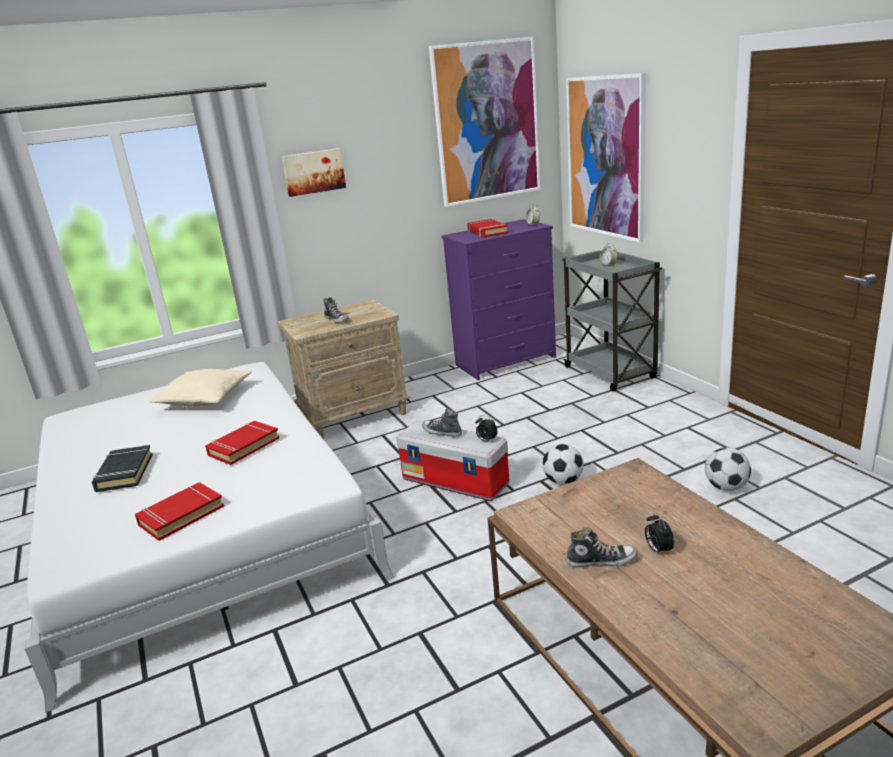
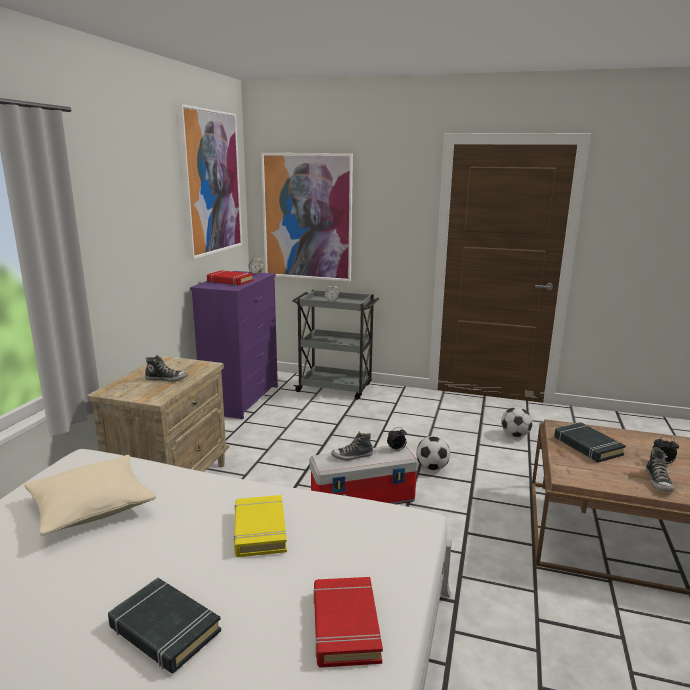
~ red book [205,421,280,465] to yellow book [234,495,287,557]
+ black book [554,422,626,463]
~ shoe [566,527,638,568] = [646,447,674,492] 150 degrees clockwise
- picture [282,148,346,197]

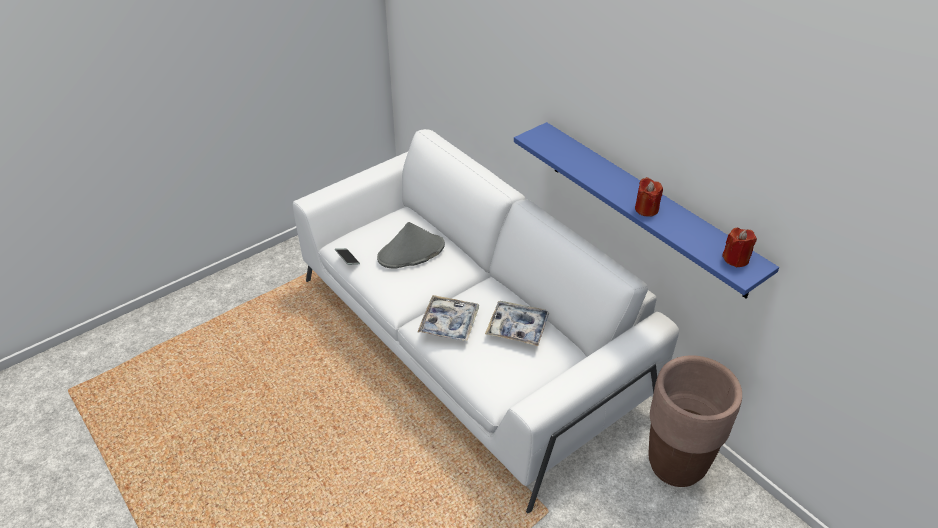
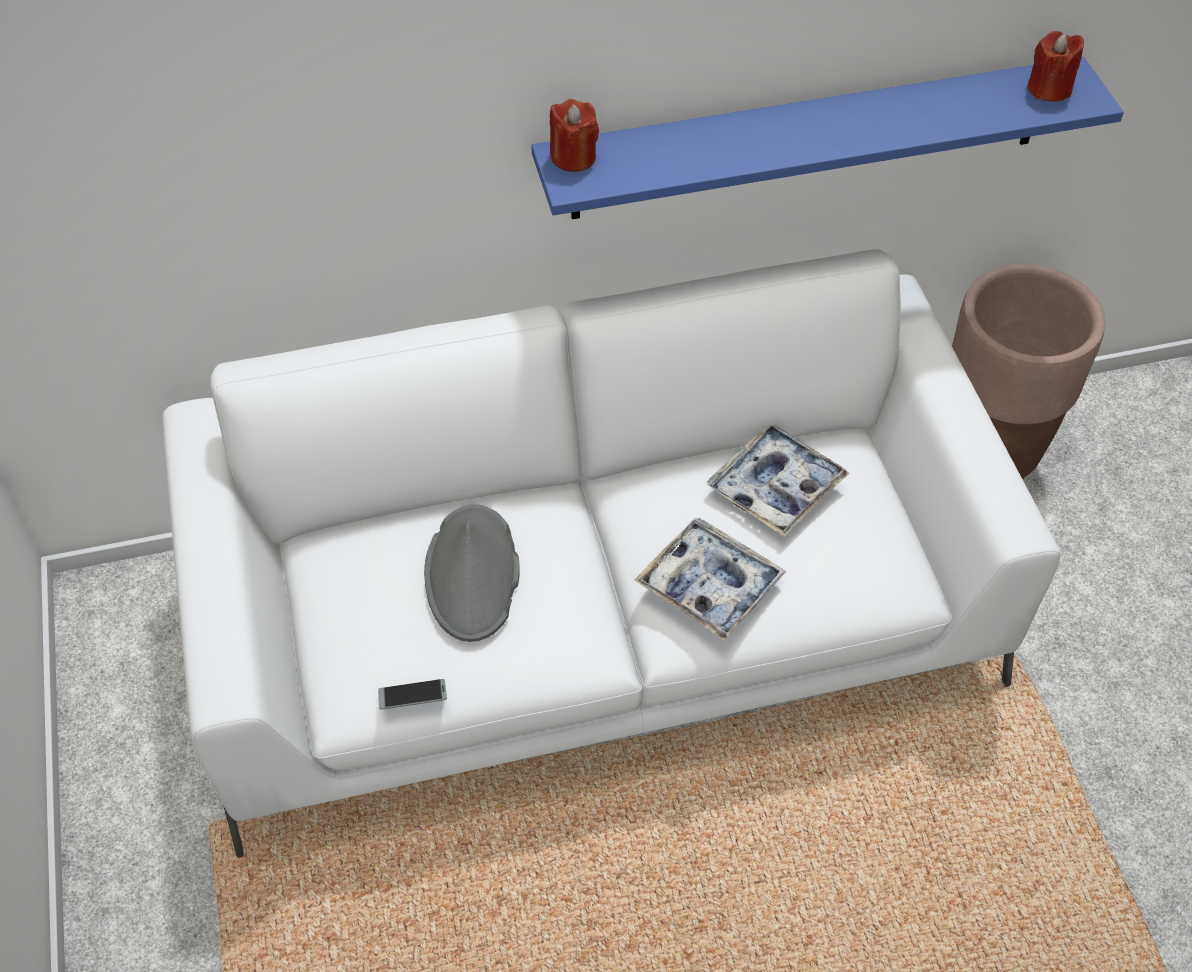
~ red candle [635,177,663,217] to [550,99,599,172]

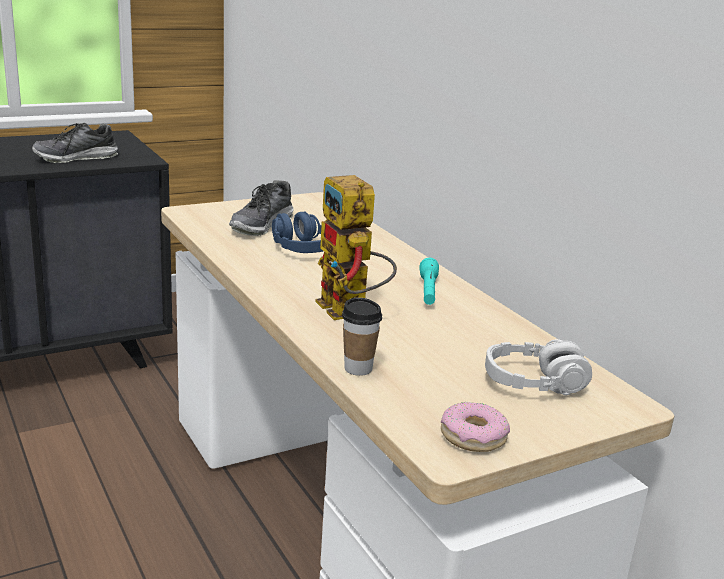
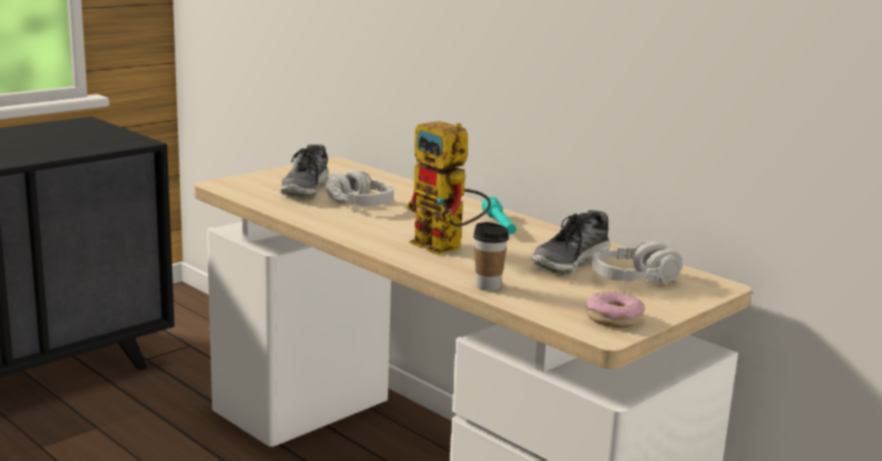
~ blue headphones [272,211,323,253] to grey headphones [326,169,394,206]
~ shoe [32,123,118,163] to [531,210,611,275]

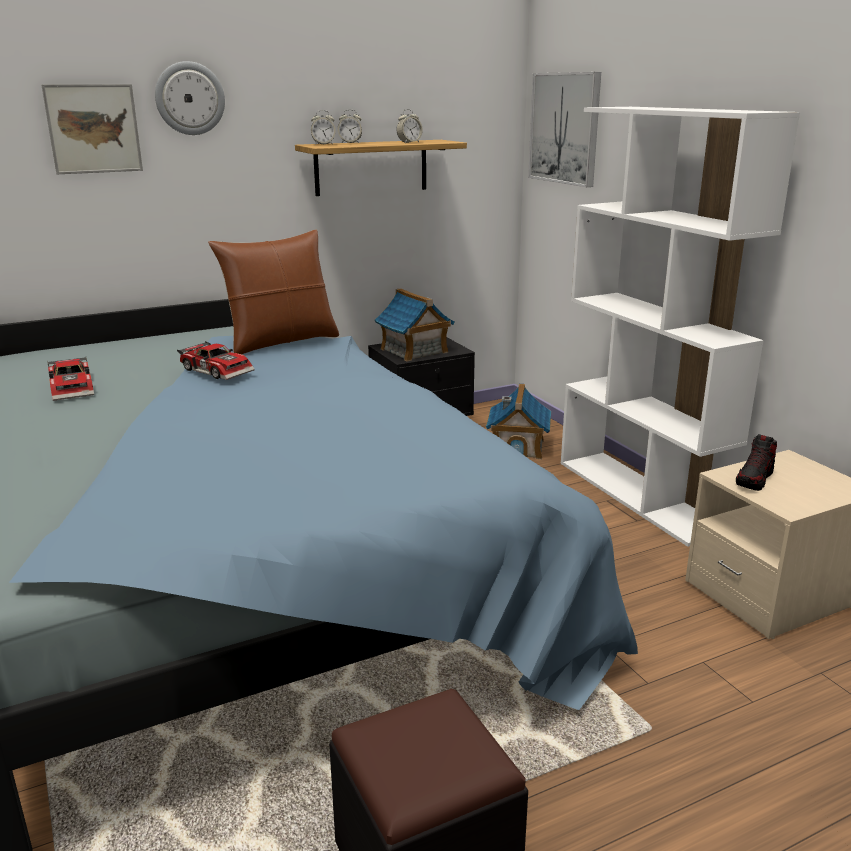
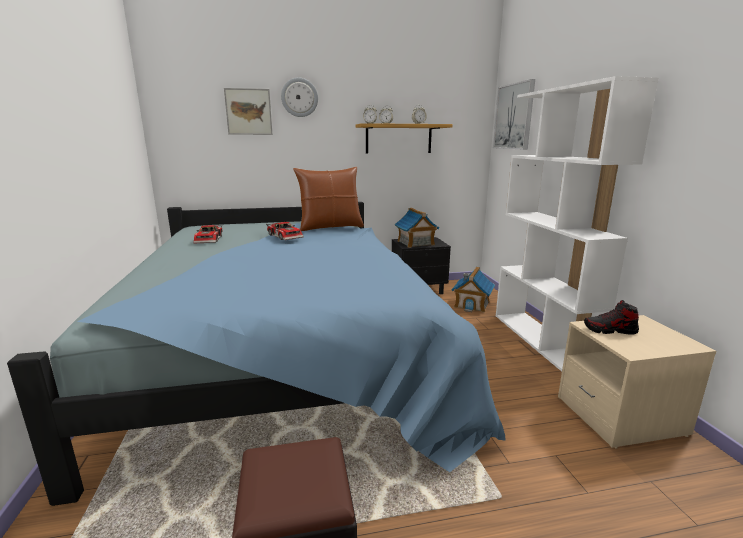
~ shoe [736,434,777,491] = [584,300,639,334] 45 degrees clockwise

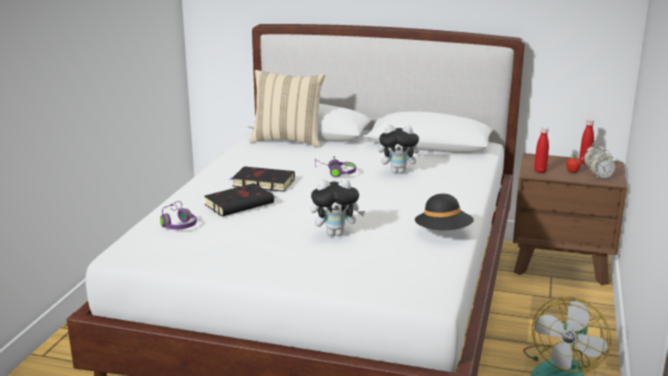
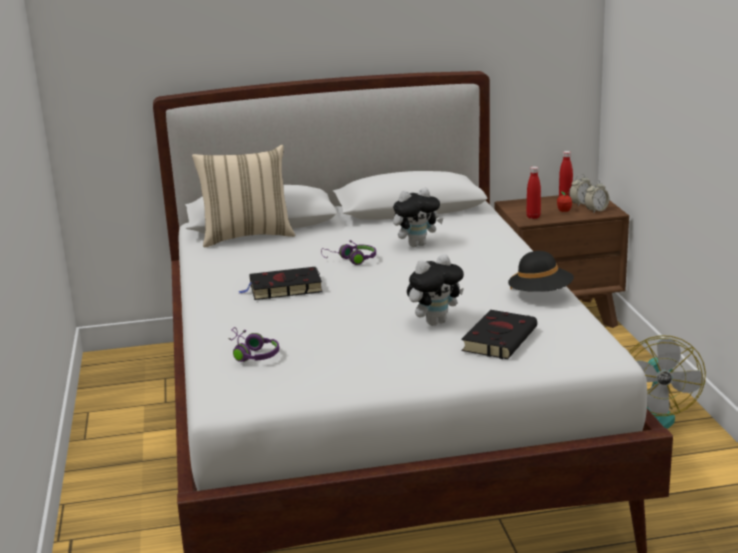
~ black book [204,183,275,217] to [461,310,537,359]

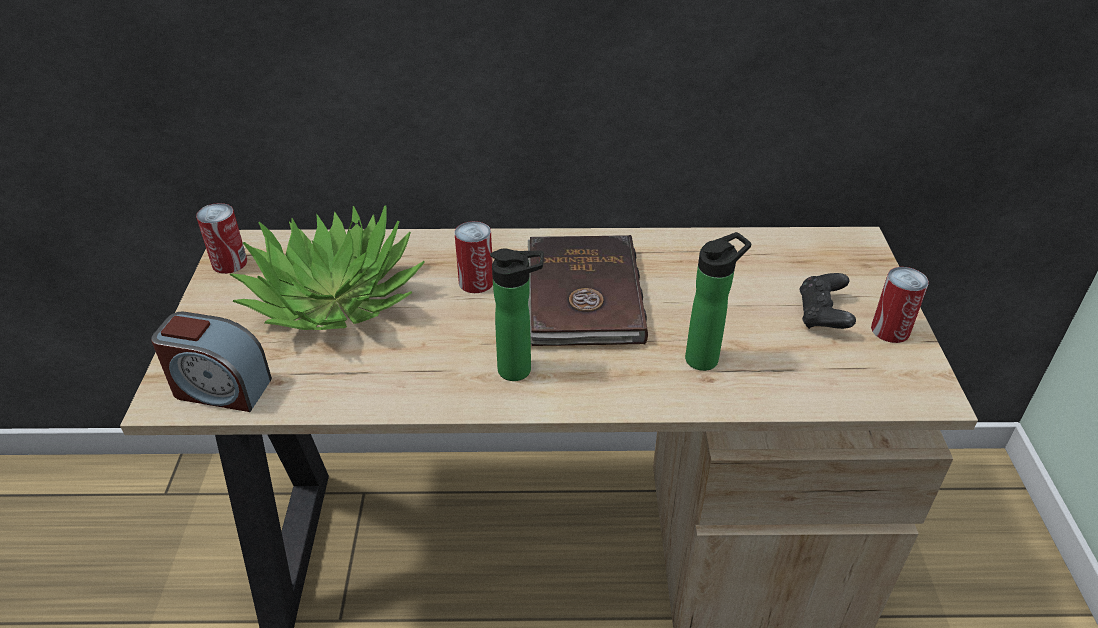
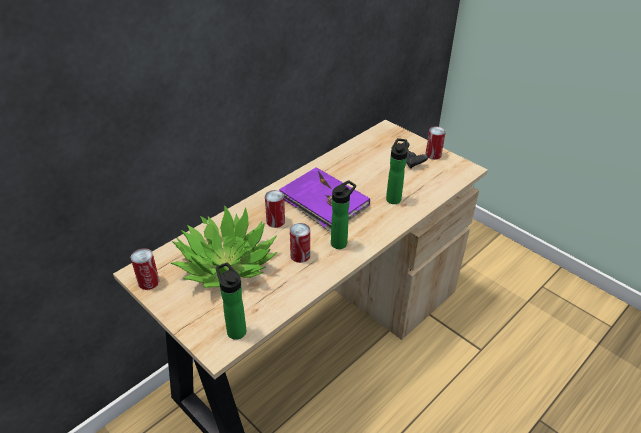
~ alarm clock [151,312,272,412] to bottle [216,262,246,340]
~ brown book [528,235,648,346] to purple book [279,167,370,232]
+ can [290,223,310,263]

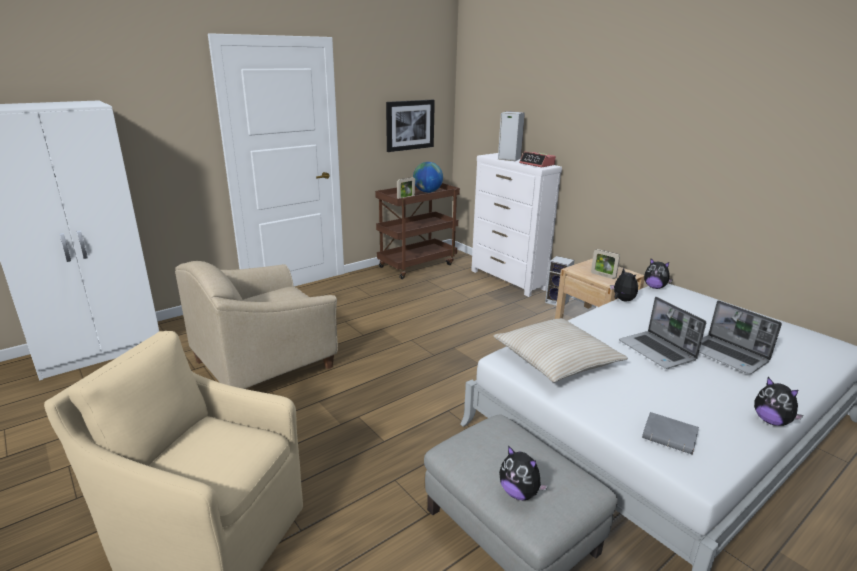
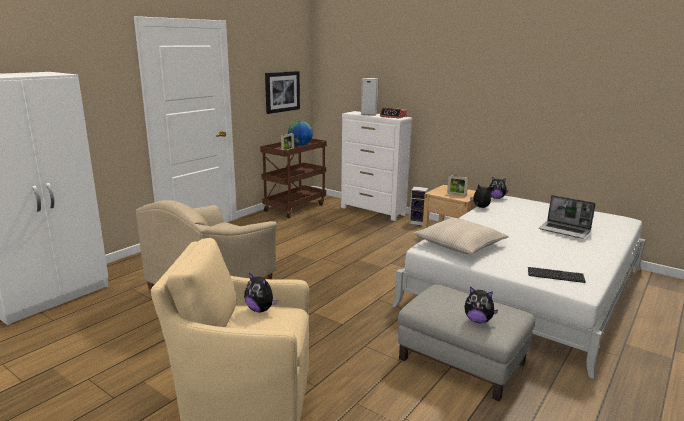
~ plush toy [754,377,804,426] to [244,272,278,313]
~ grey book [642,412,699,454] to keyboard [528,267,586,283]
- laptop [619,297,706,369]

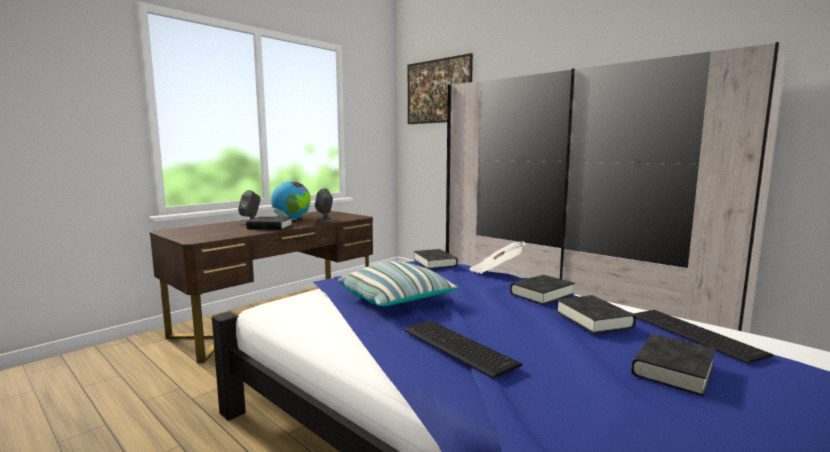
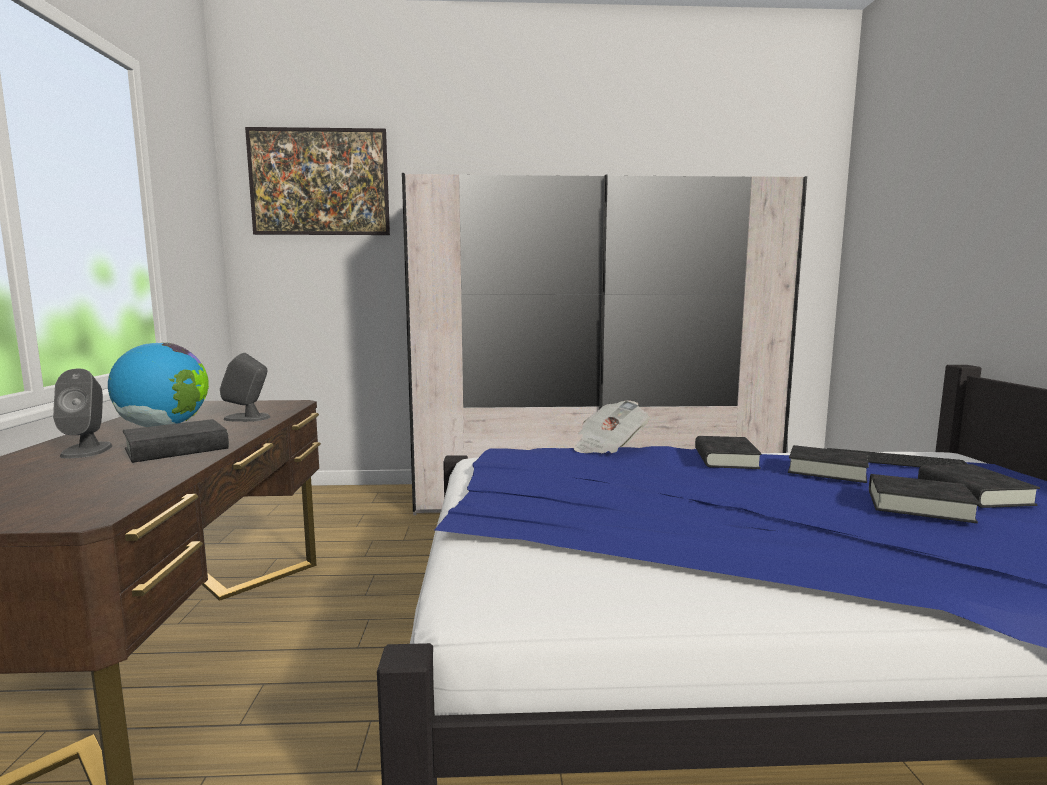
~ black book [414,249,458,269] to [869,474,980,523]
- pillow [337,261,459,307]
- keyboard [404,320,522,379]

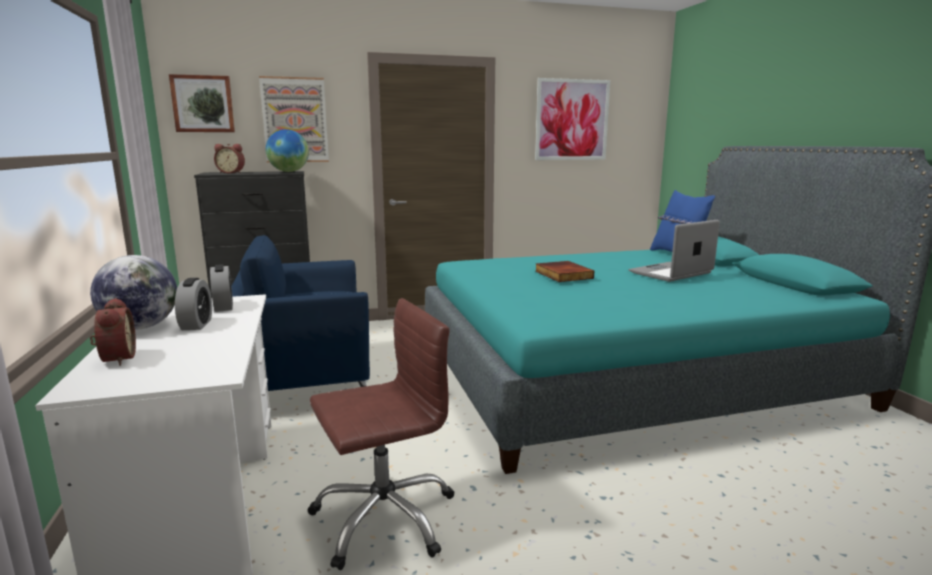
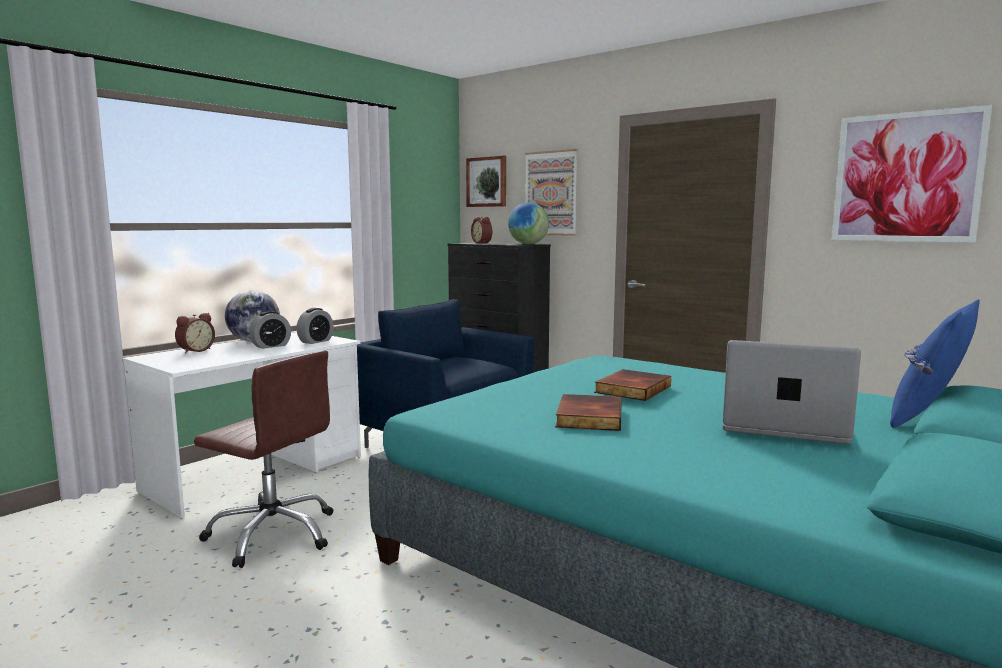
+ book [555,394,622,431]

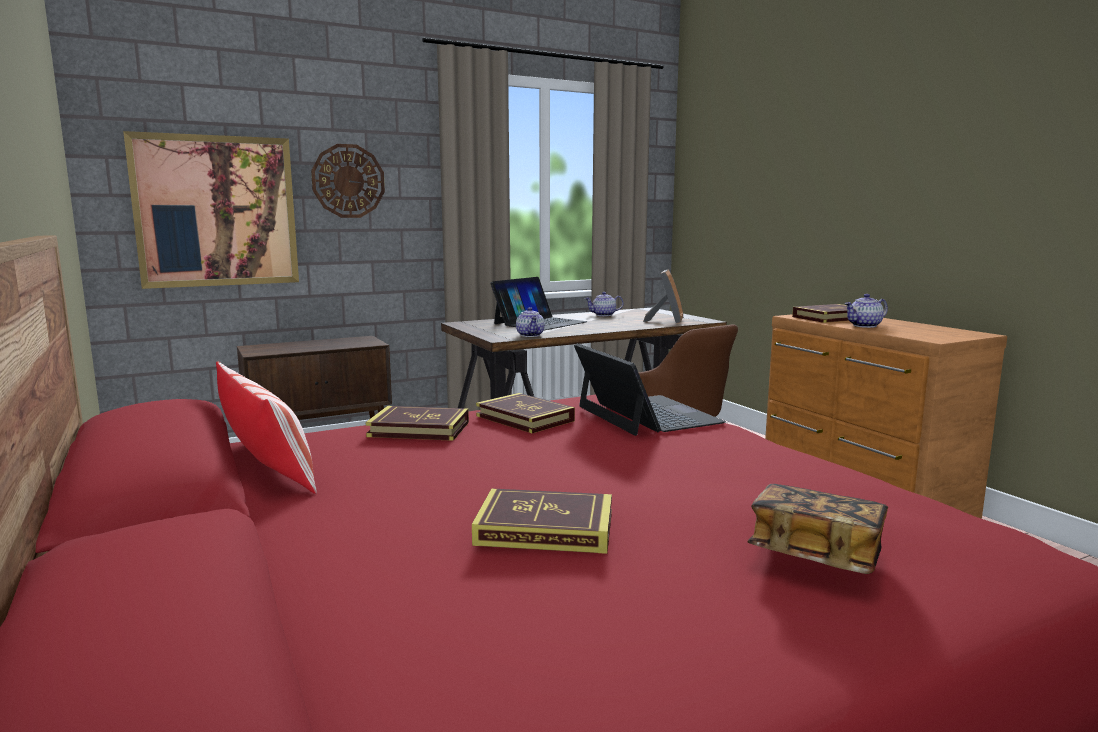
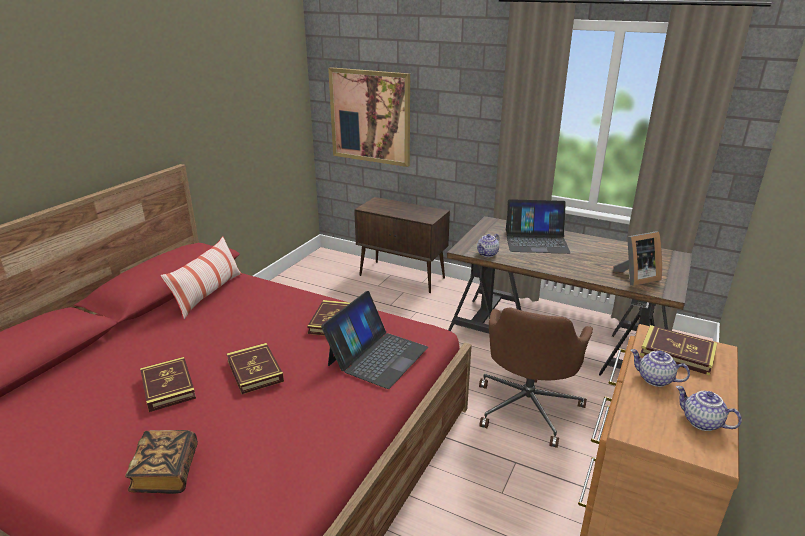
~ book [366,406,469,441] to [227,343,284,394]
~ teapot [585,292,624,316] to [676,386,742,431]
- wall clock [311,144,385,218]

